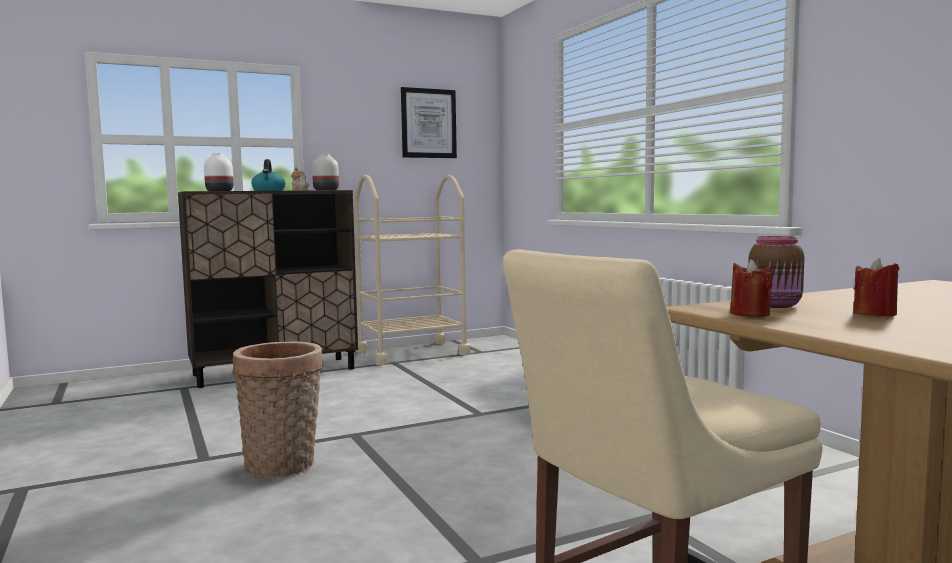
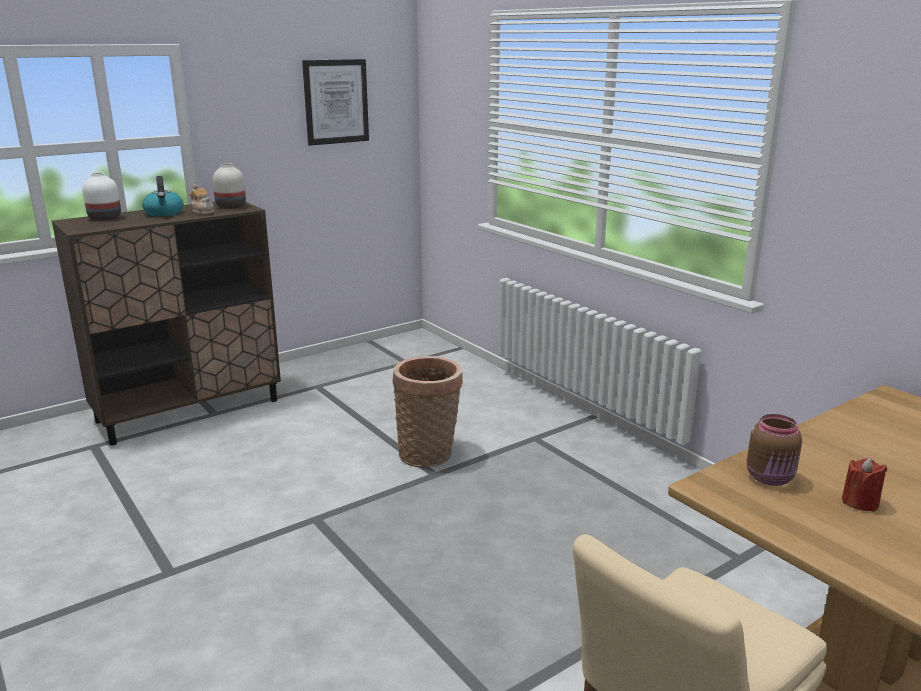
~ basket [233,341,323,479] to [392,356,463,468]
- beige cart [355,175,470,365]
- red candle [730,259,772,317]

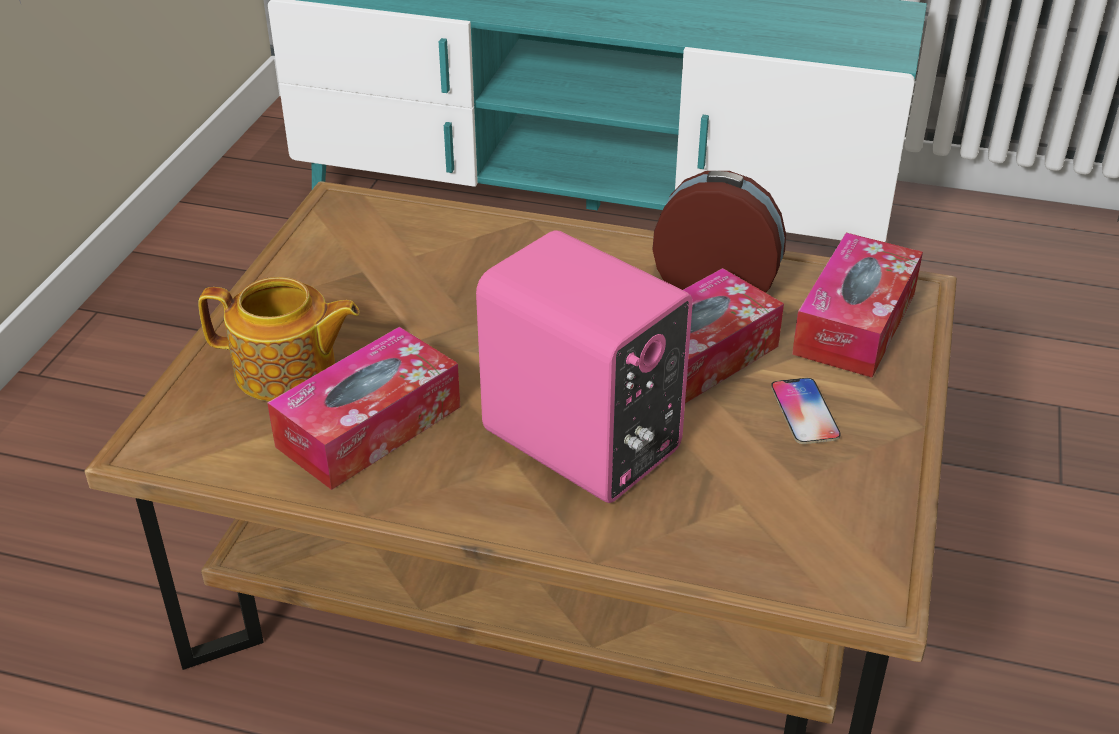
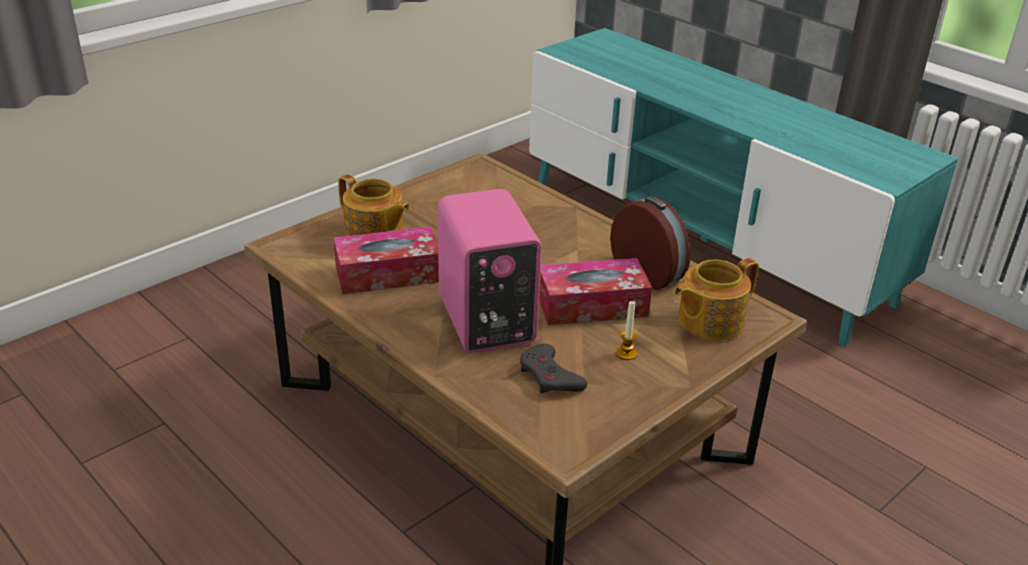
+ grey game controller [520,344,587,394]
~ phone [771,378,841,444] to candle [616,300,638,360]
~ tissue box [792,233,923,378] to teapot [674,258,759,340]

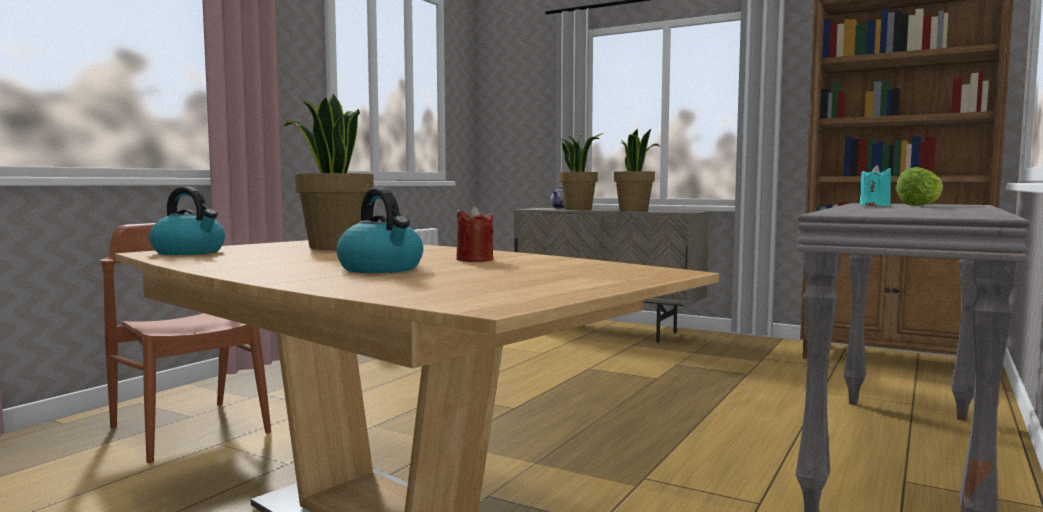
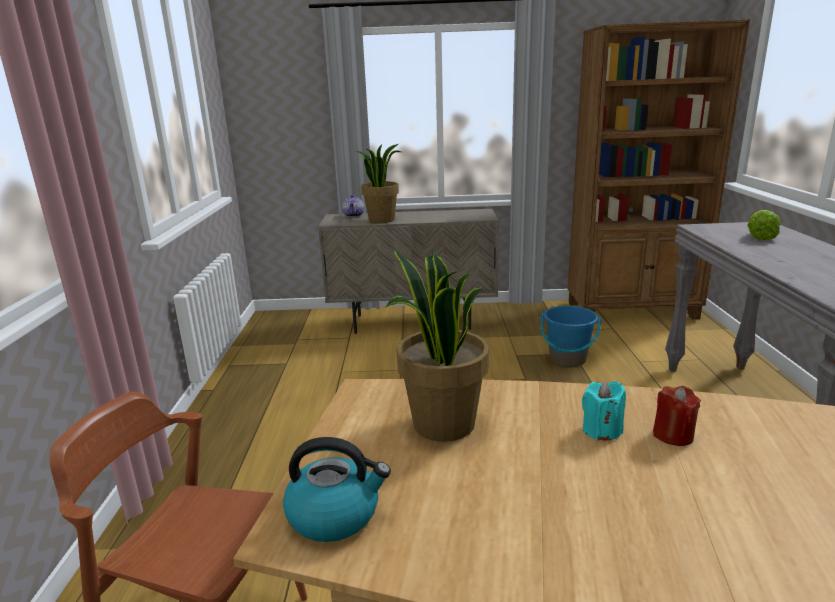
+ blue bucket [540,306,601,367]
~ turquoise candle [860,165,891,206] to [582,381,626,441]
- kettle [336,187,423,273]
- potted plant [614,129,661,212]

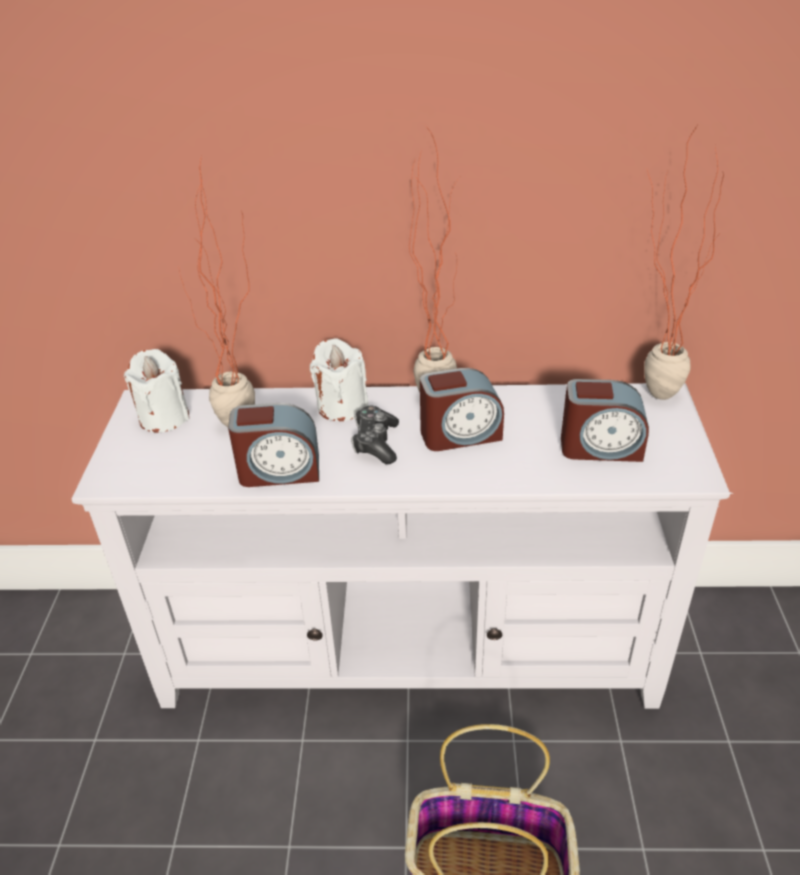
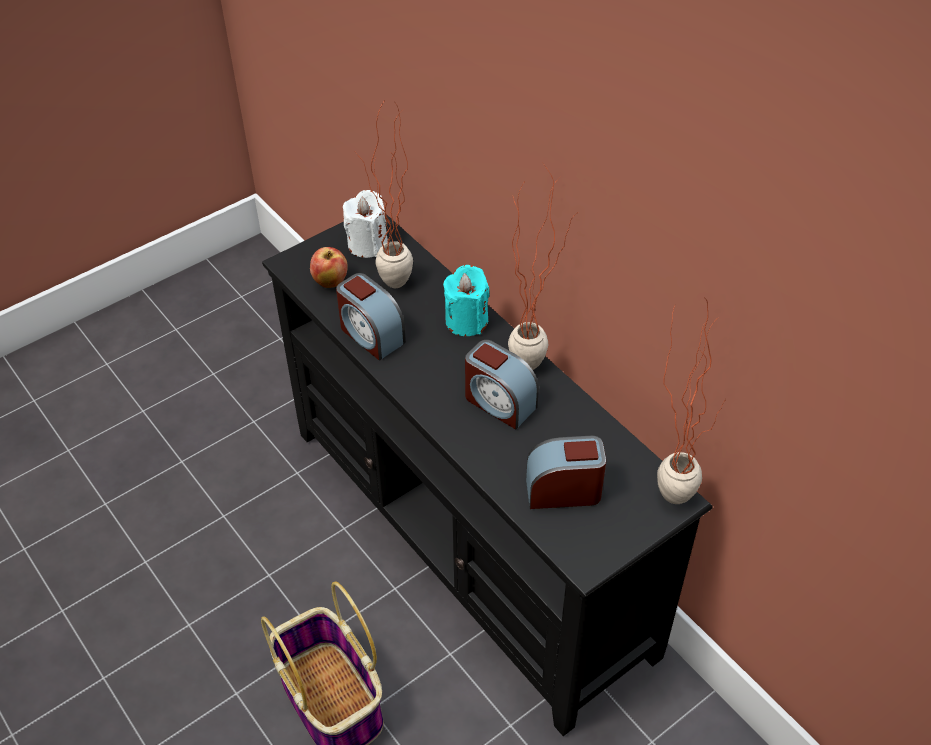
~ white tv stand [72,383,733,709] to black tv stand [262,215,712,736]
+ apple [310,247,348,288]
~ white candle [310,338,369,421] to turquoise candle [443,265,489,336]
~ alarm clock [561,379,649,462] = [526,436,606,509] 120 degrees clockwise
- game controller [351,406,399,464]

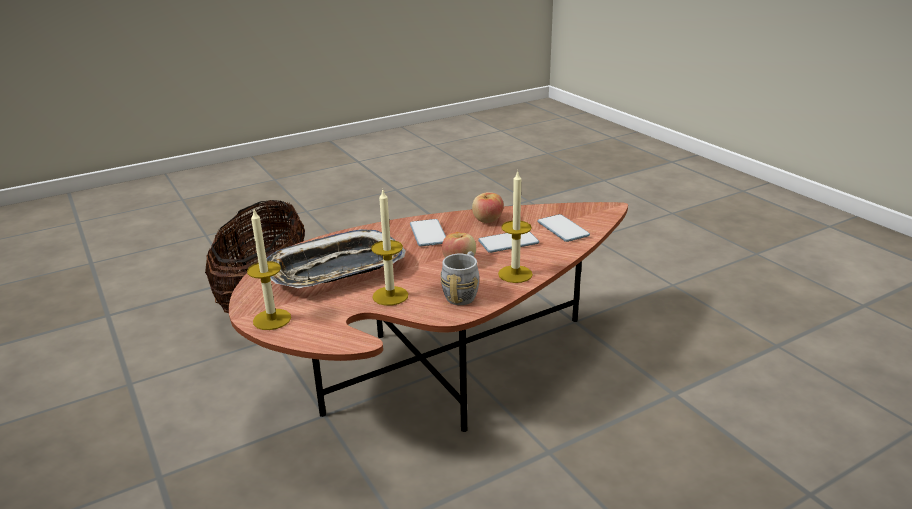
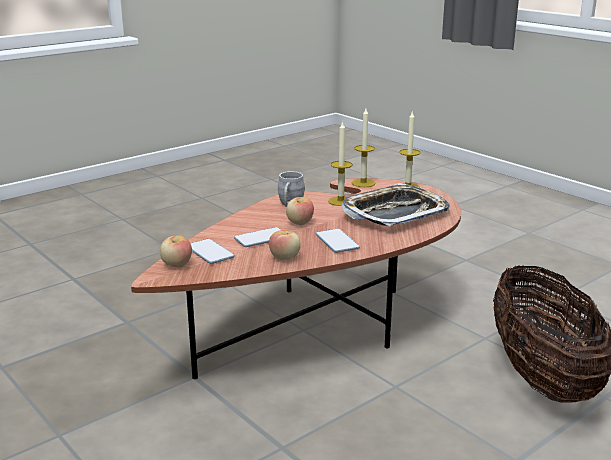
+ apple [160,235,192,267]
~ candle [498,170,533,283] to [352,108,375,187]

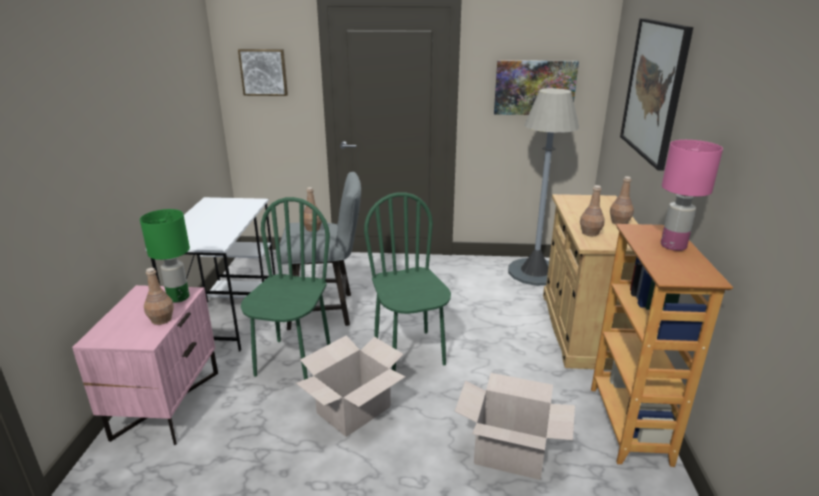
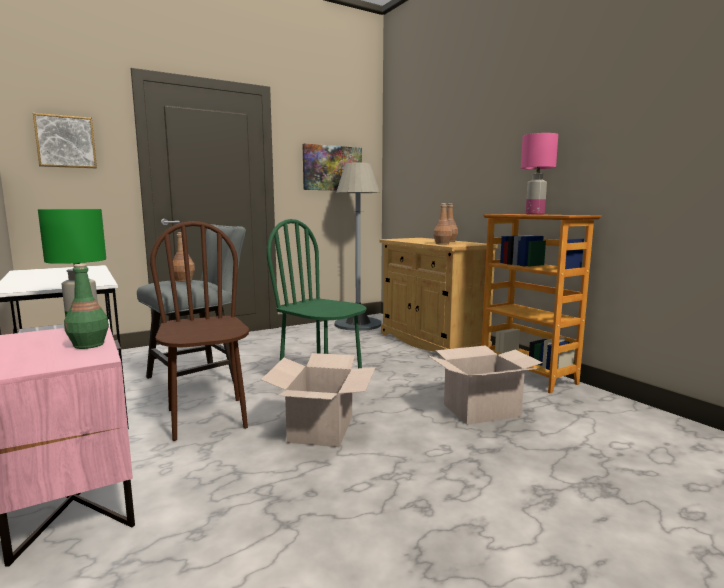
~ brown bottle [144,268,174,325] to green bottle [64,264,109,349]
~ green chair [241,197,330,380] to brown chair [150,221,249,441]
- picture [620,18,693,170]

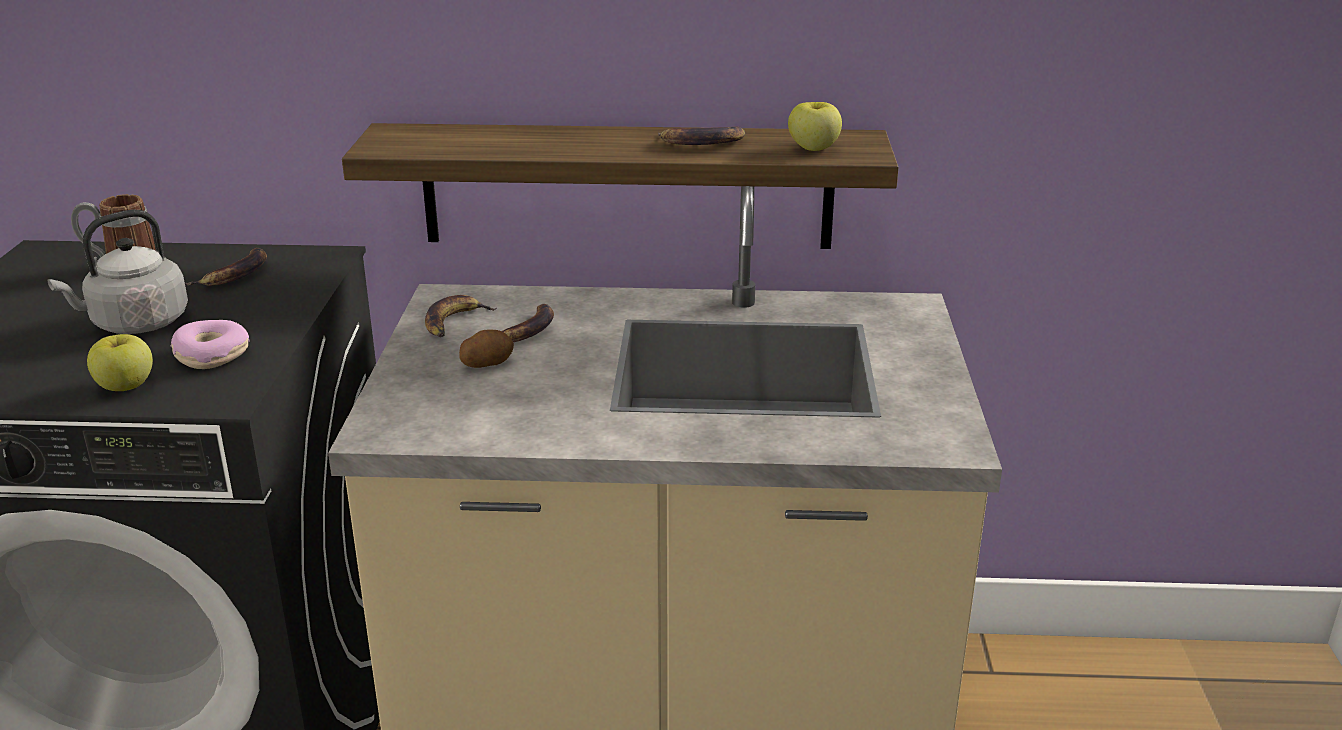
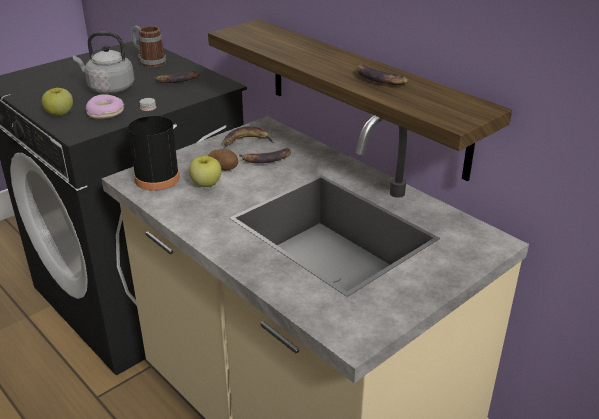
+ black bottle [128,98,180,191]
~ apple [788,102,842,151] to [189,156,221,187]

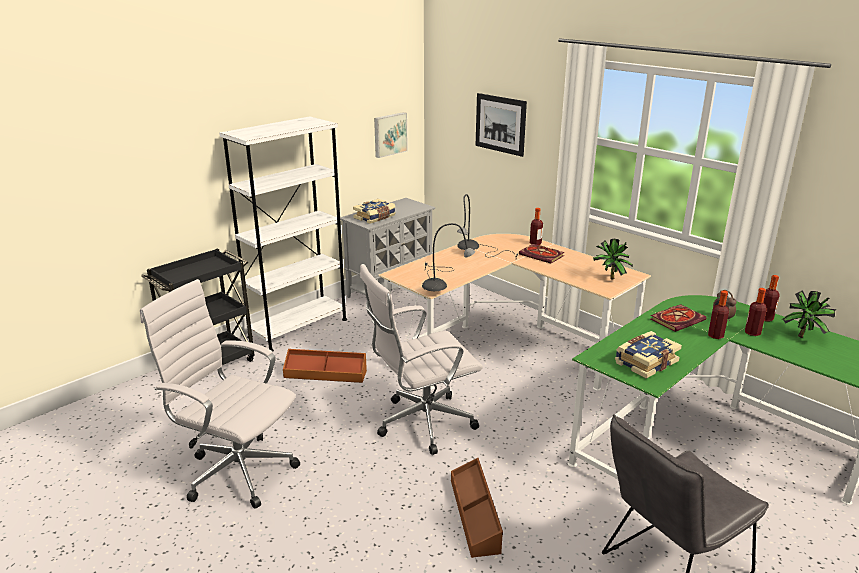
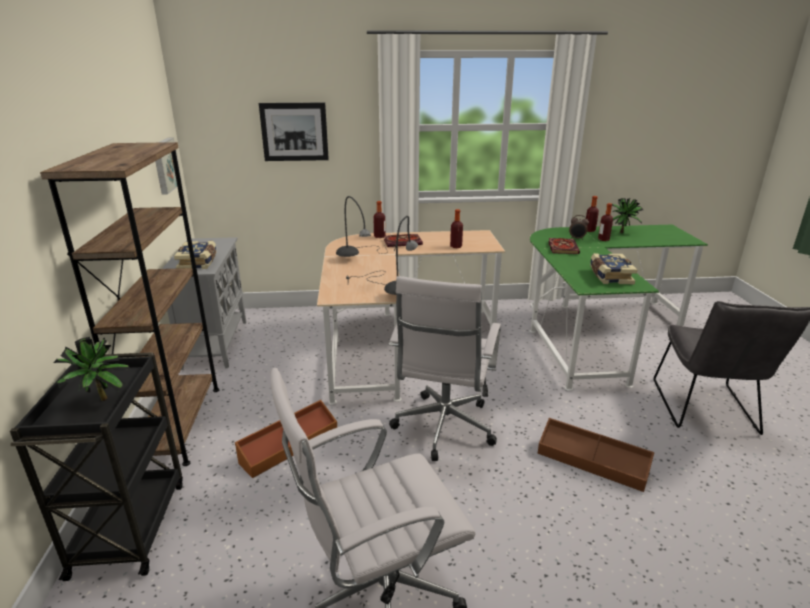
~ white bookcase [219,116,347,352] to brown bookcase [40,142,219,466]
~ potted plant [593,239,633,280] to [53,337,131,401]
~ bottle [708,290,729,339] to [450,209,463,248]

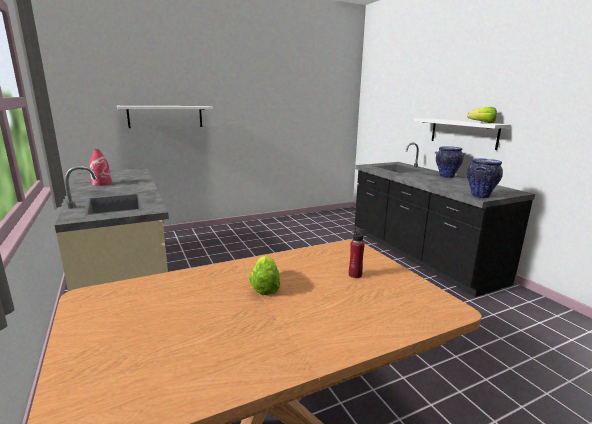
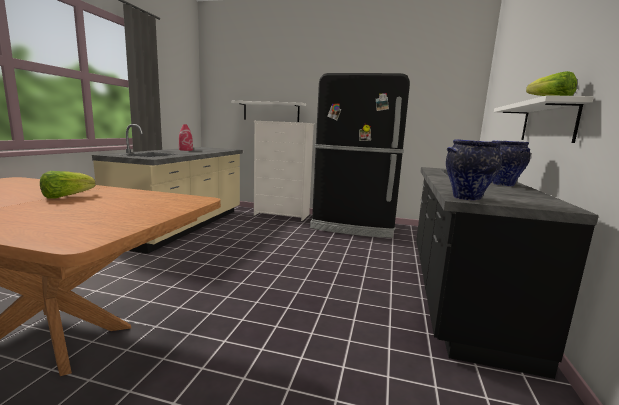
+ white dresser [254,121,314,221]
+ black fridge [310,73,410,238]
- red bottle [349,228,366,278]

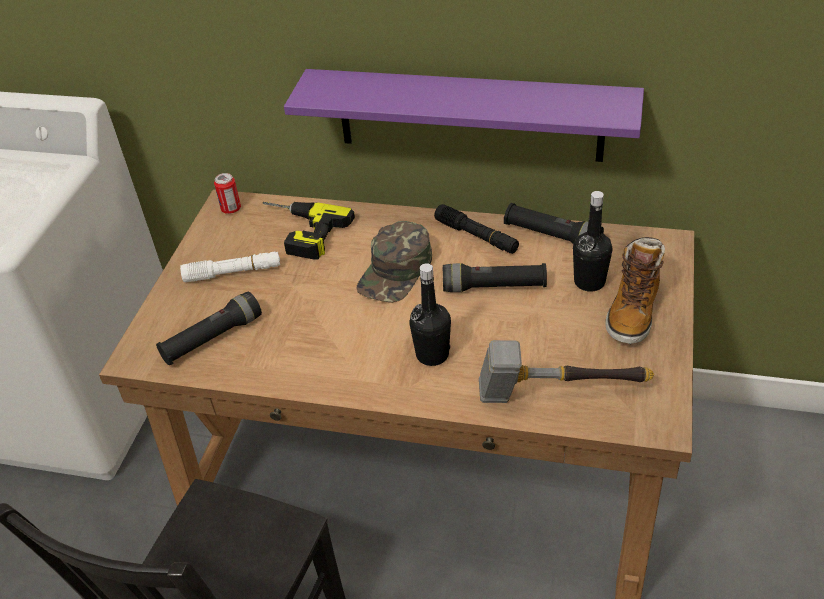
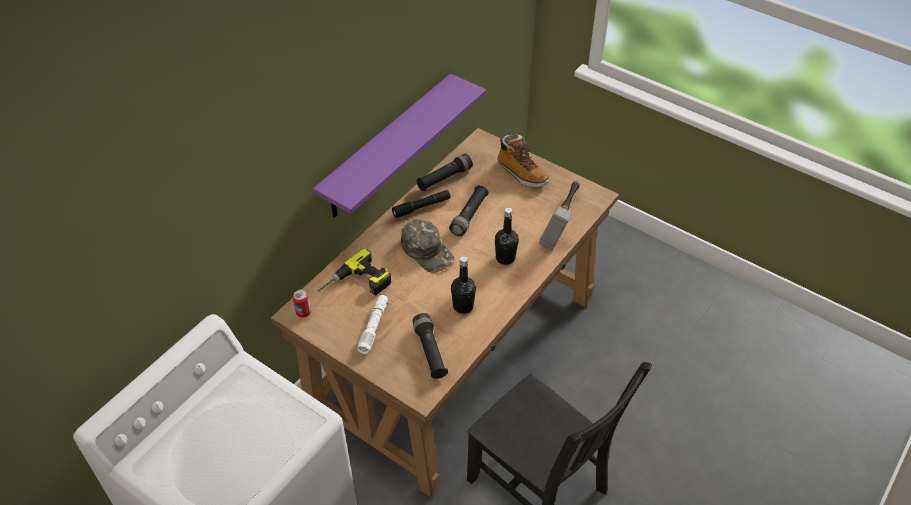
~ black bottle [573,191,612,292] to [451,256,476,314]

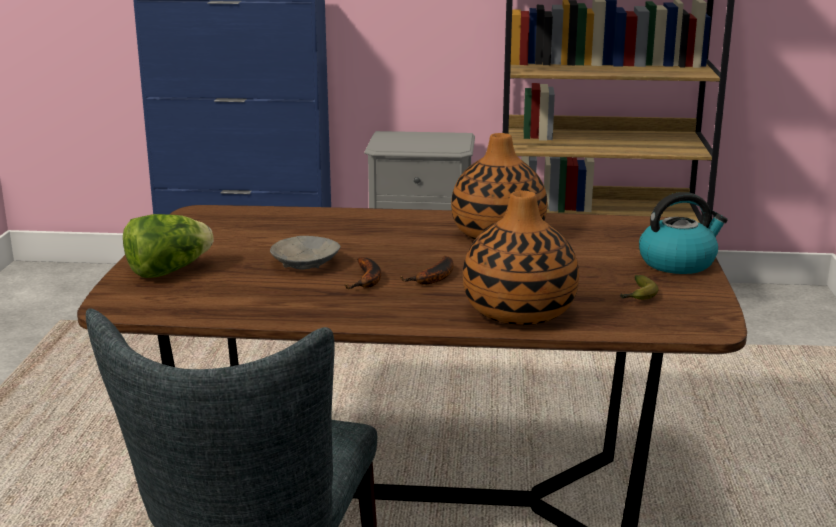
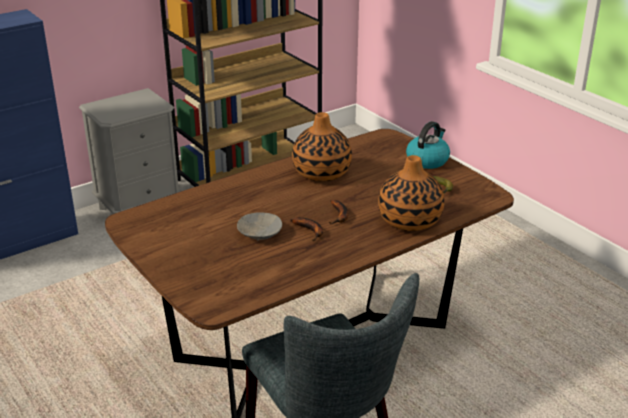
- lettuce [123,214,214,278]

